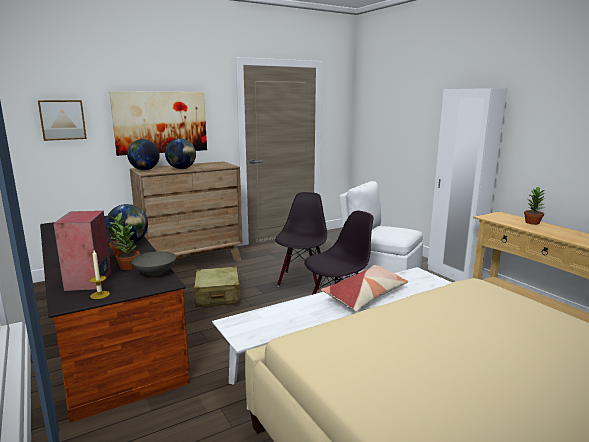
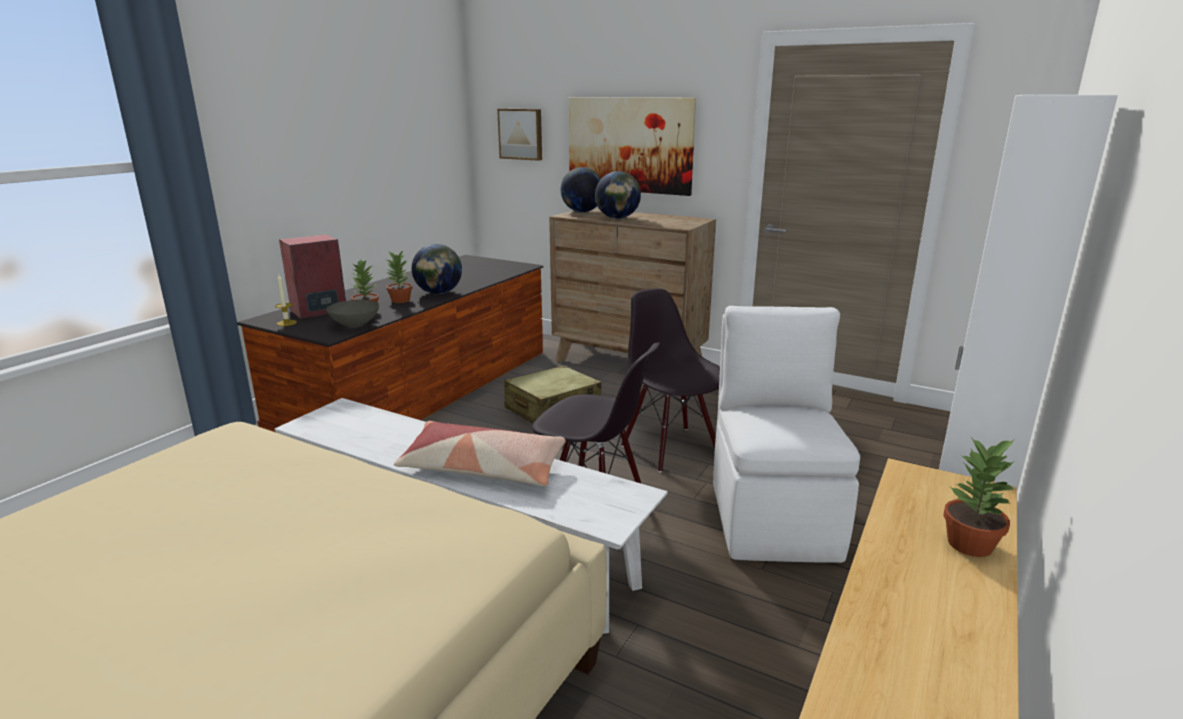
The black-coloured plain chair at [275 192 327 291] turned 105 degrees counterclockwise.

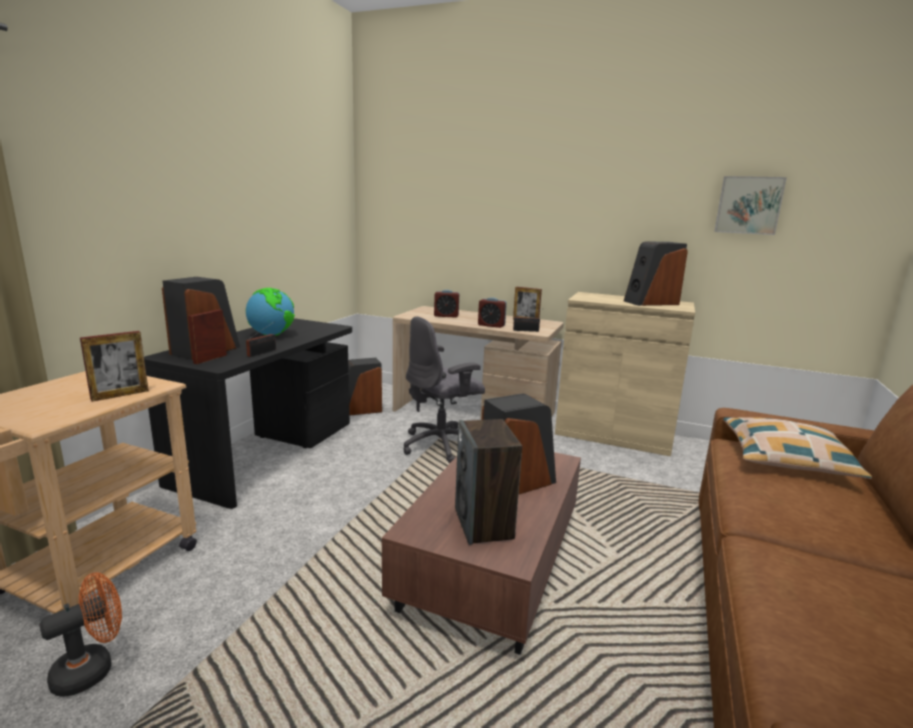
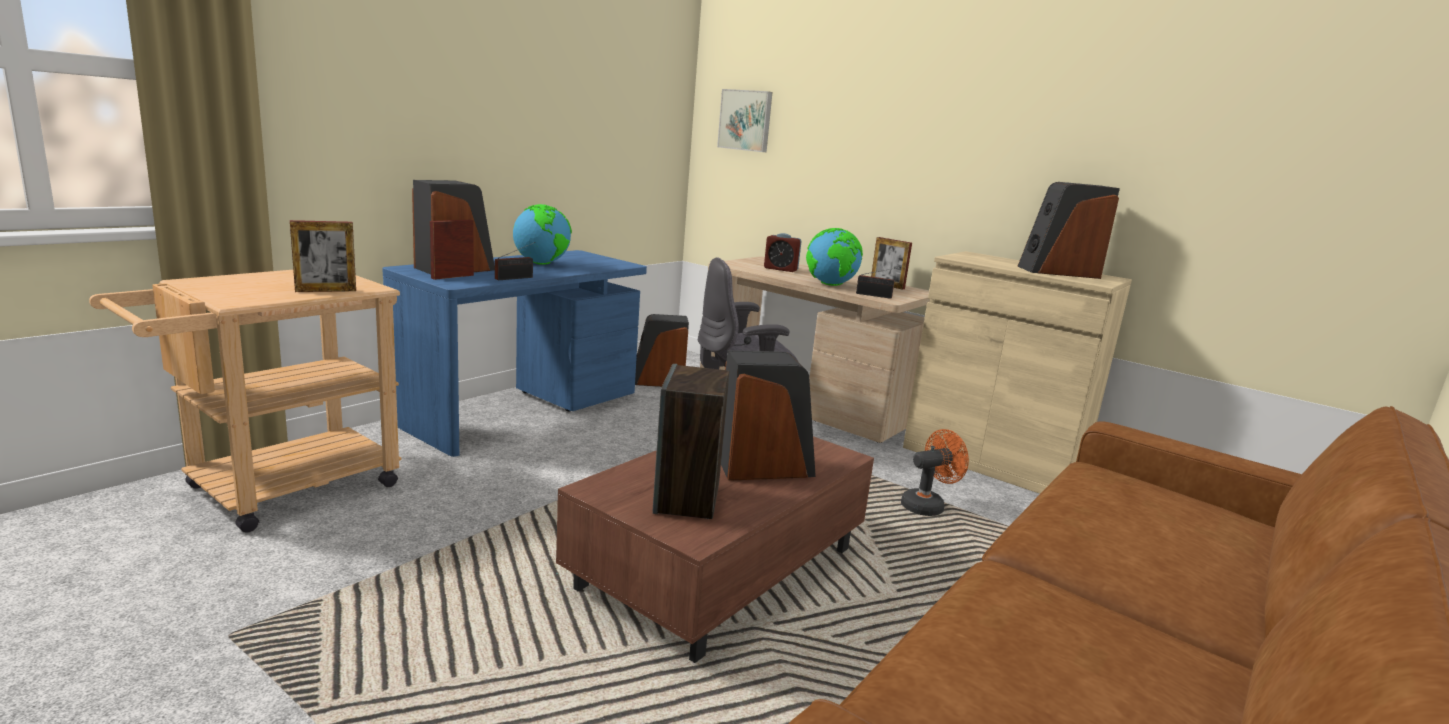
The wall picture moved from [714 176 787 235] to [717 89 773 152].
The alarm clock at [478 297 507 328] was replaced by the globe at [806 228 863 286].
The black-coloured desk table at [144 318 352 509] became the bluish desk table at [382 250 647 457].
The pillow at [723 417 872 479] disappeared.
The orange-coloured cooling fan moved from [39 572 122 697] to [901 429 969 516].

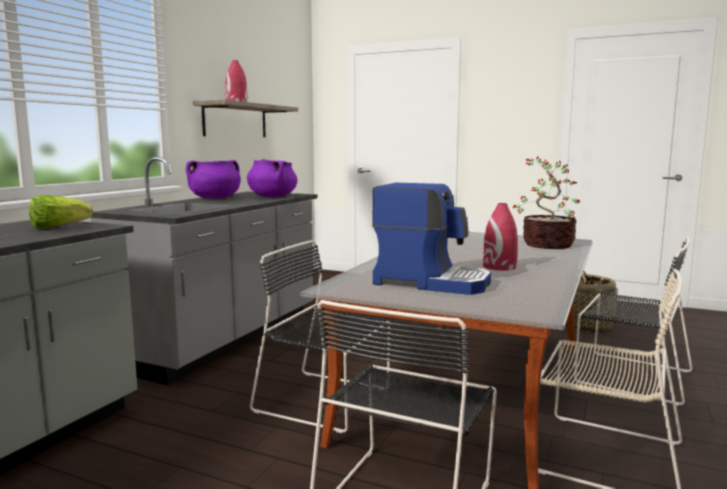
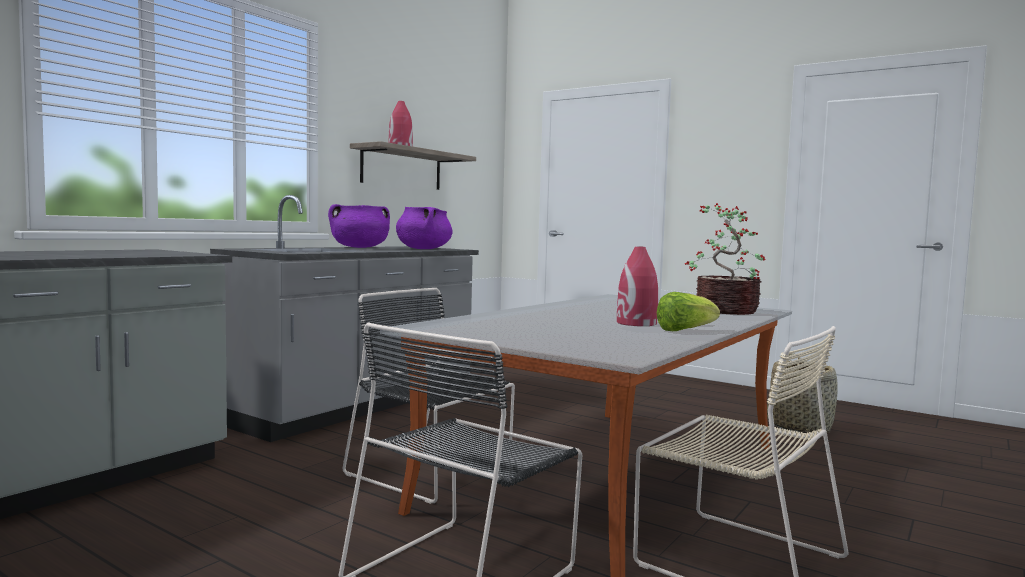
The coffee machine at [372 183 491 295] disappeared.
The head of lettuce moved from [29 195 93 229] to [657 292 720 331].
The black-coloured plain chair at [574 237 693 406] disappeared.

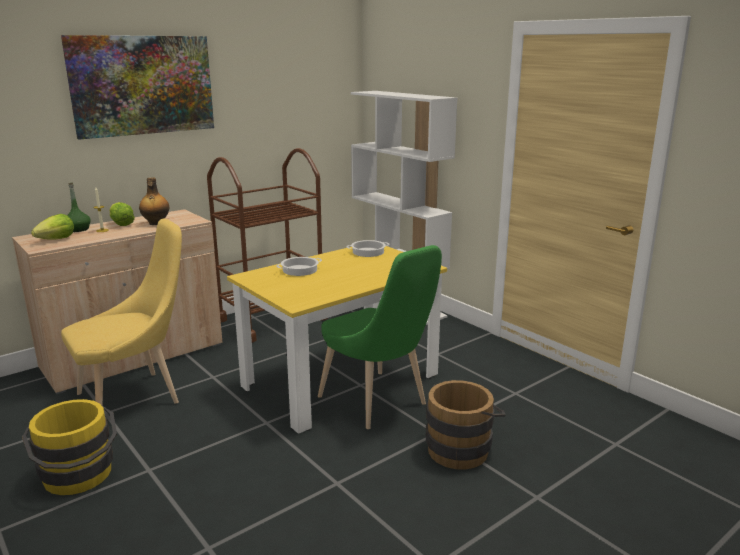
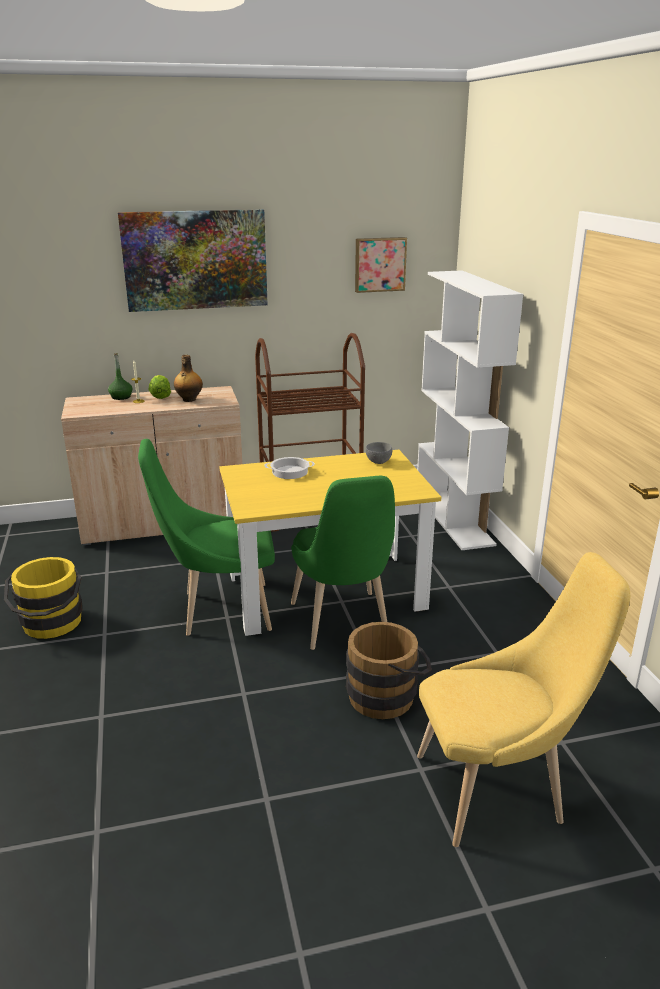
The head of lettuce at [31 214 74 239] disappeared.
The yellow-coloured plain chair moved from [61 219 182 406] to [417 552 630 847].
The stockpot at [346 240 389 257] was replaced by the gray serving bowl at [366 442 392 464].
The wall picture at [355 237 407 293] appeared.
The green plain chair at [138 439 275 636] appeared.

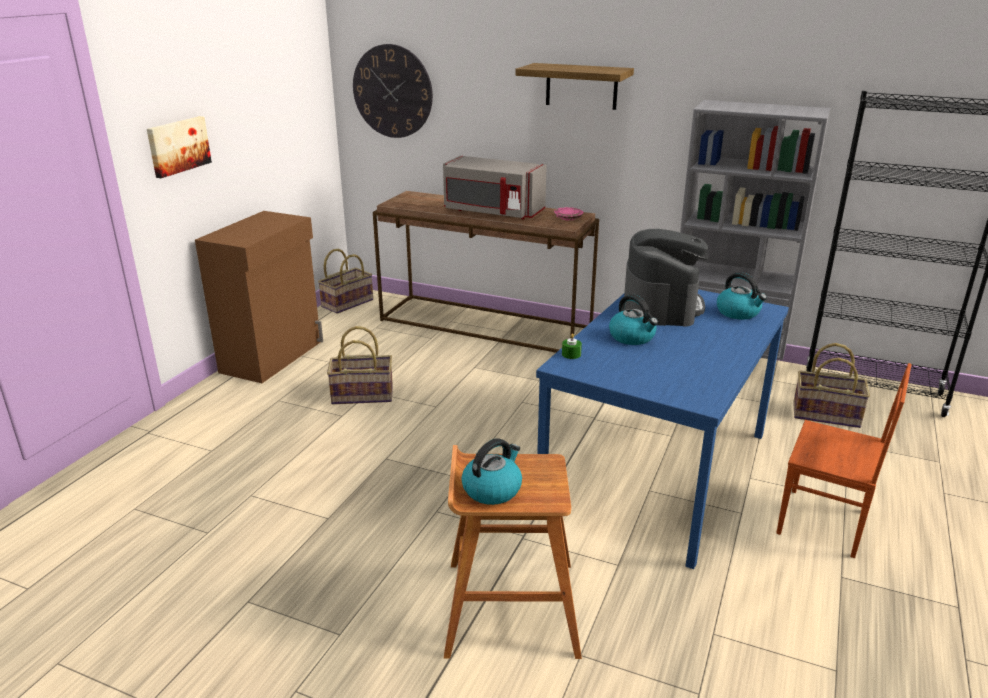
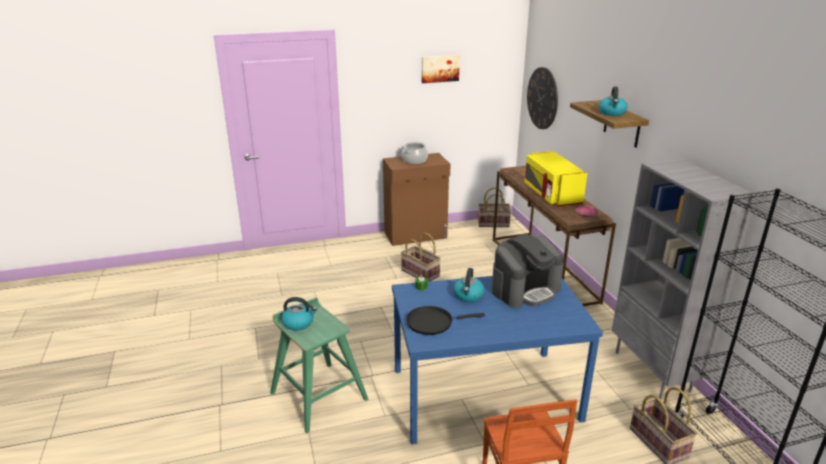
The wall picture moved from [147 116 212 178] to [422 55 460 83].
The gray microwave oven at [443 156 547 219] became the yellow-coloured microwave oven at [525 151 587 206].
The tea kettle moved from [717 272 767 320] to [599 86 627 116].
The brown-coloured stool seat at [444 445 582 659] became the green stool seat at [270 298 369 434].
The stockpot at [402 142 428 164] appeared.
The black-coloured frying pan at [406 306 485 335] appeared.

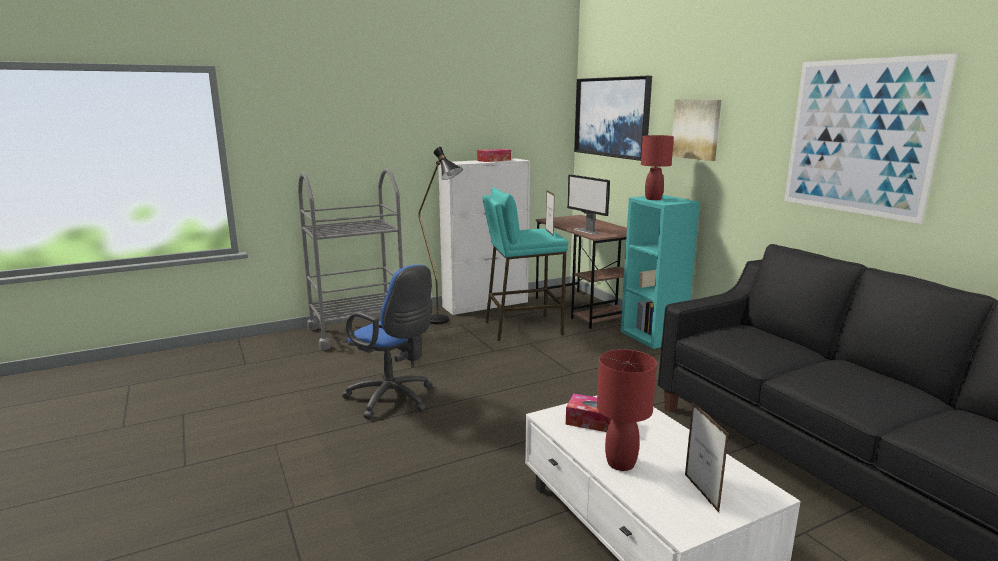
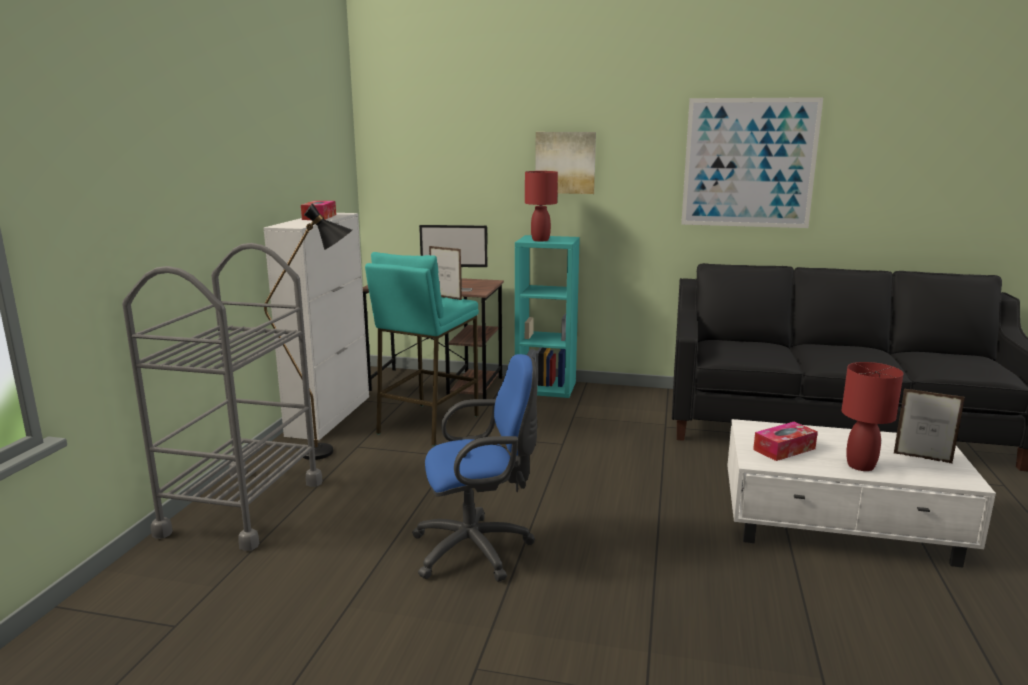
The wall picture at [574 76 652 161] disappeared.

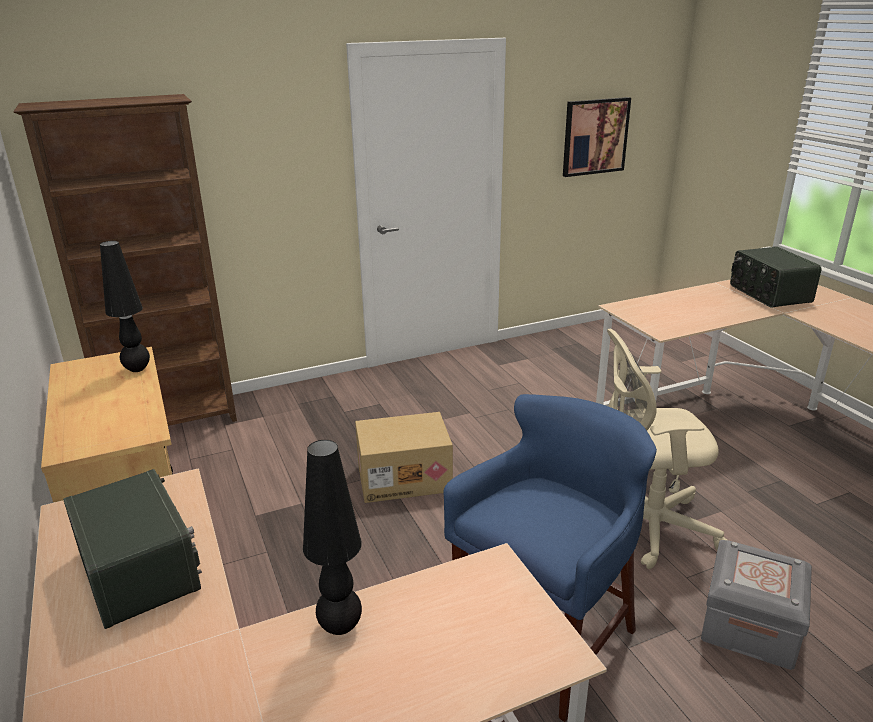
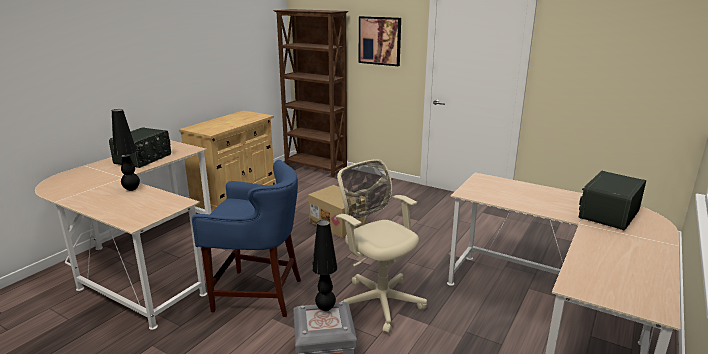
The wall picture moved from [563 97 631 177] to [359 16 401 66].
The black-coloured tabletop lamp moved from [100 241 150 372] to [312 220 337 311].

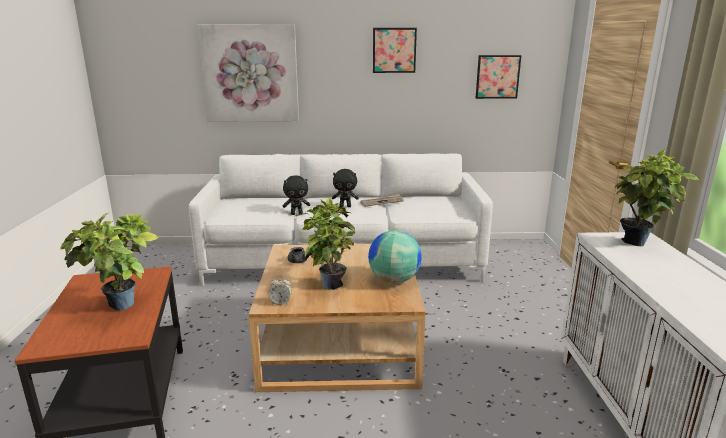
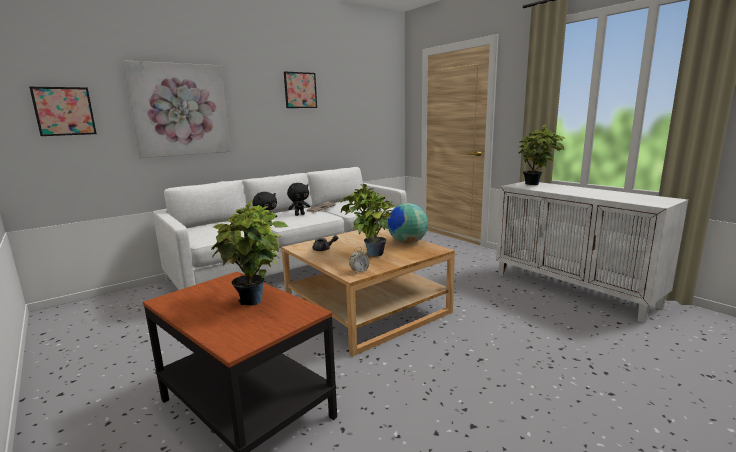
The wall picture moved from [476 55 521 99] to [29 87 97 136].

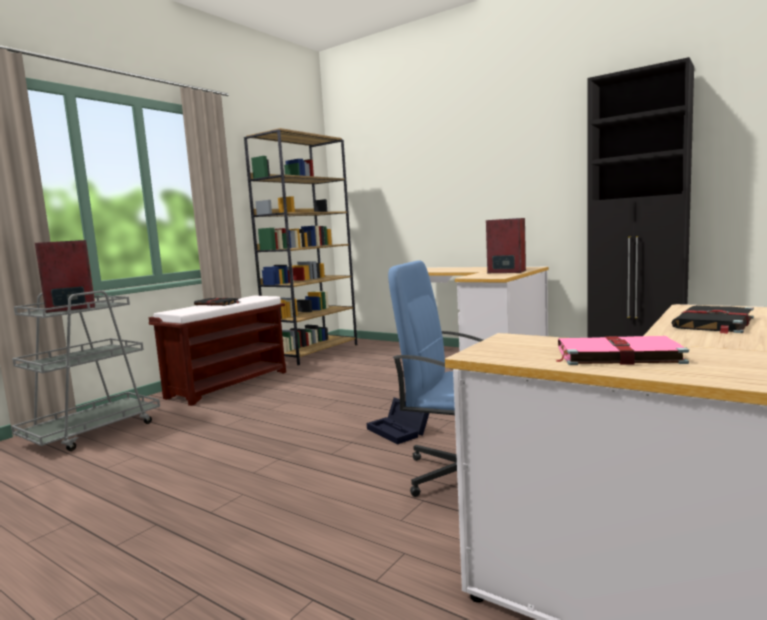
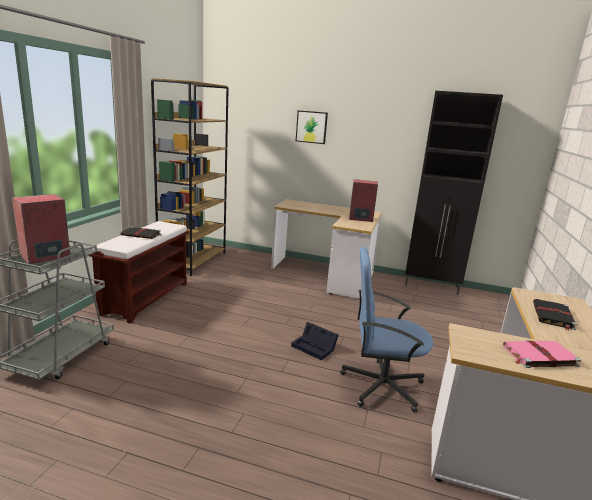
The wall picture at [296 110 328 144] appeared.

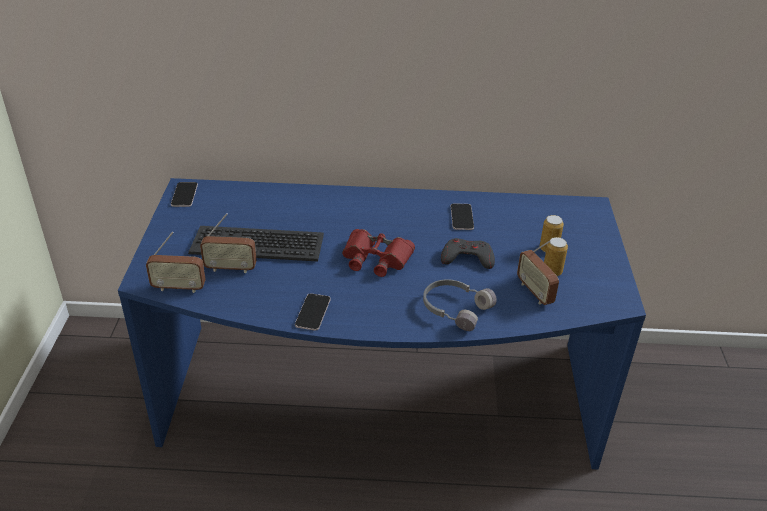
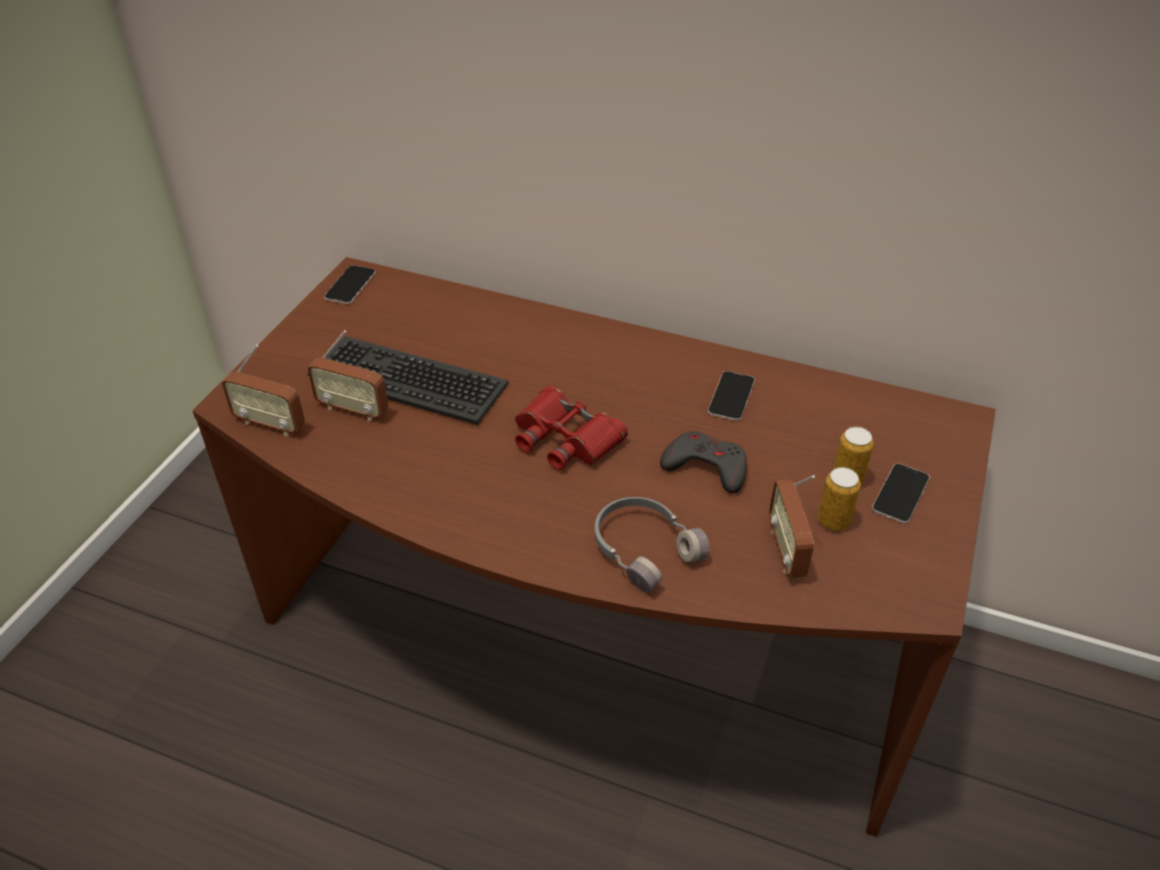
The bluish desk table at [118 178 646 469] became the brown-coloured desk table at [192 257 996 837].
The handset moved from [295 293 331 331] to [872 463 930 523].

